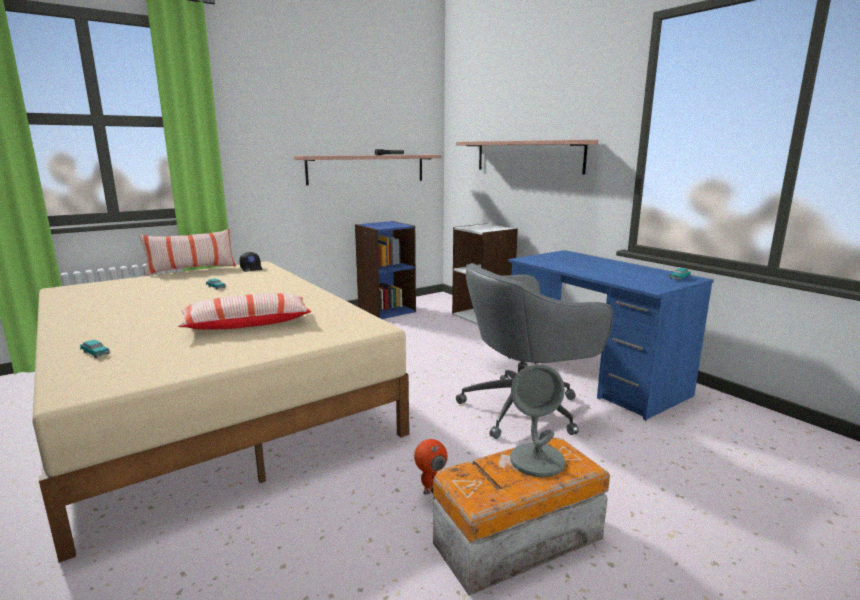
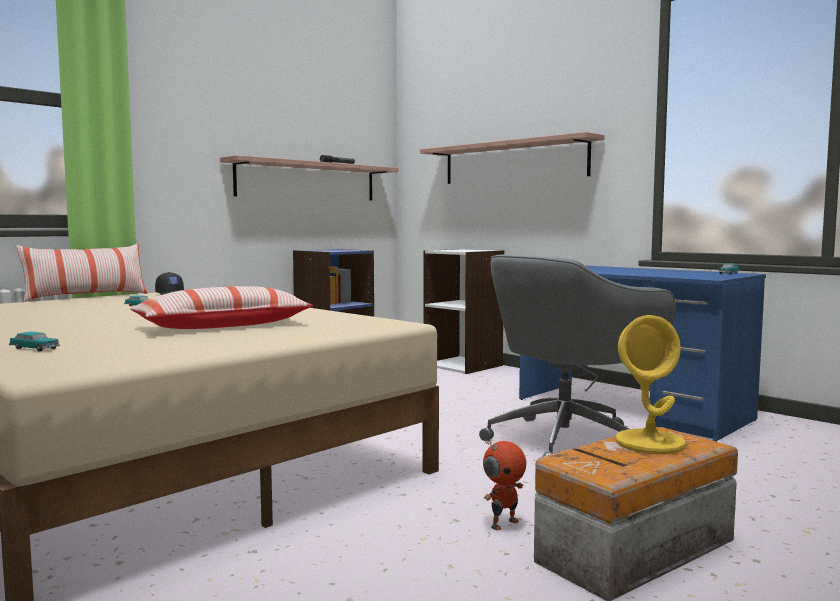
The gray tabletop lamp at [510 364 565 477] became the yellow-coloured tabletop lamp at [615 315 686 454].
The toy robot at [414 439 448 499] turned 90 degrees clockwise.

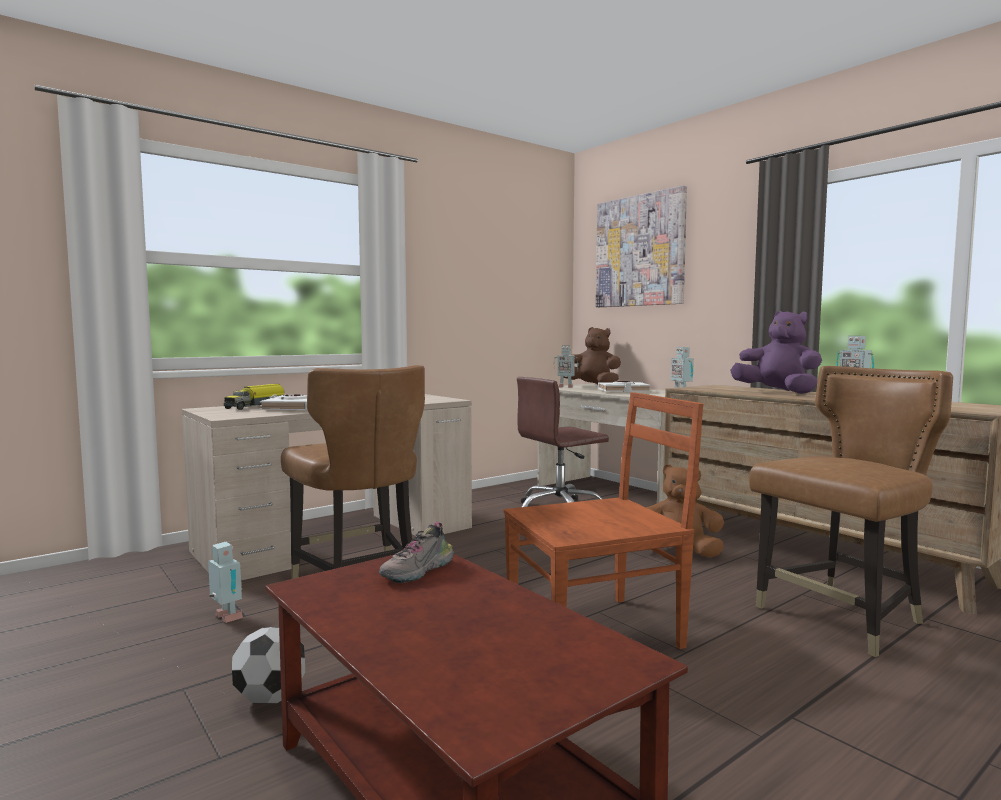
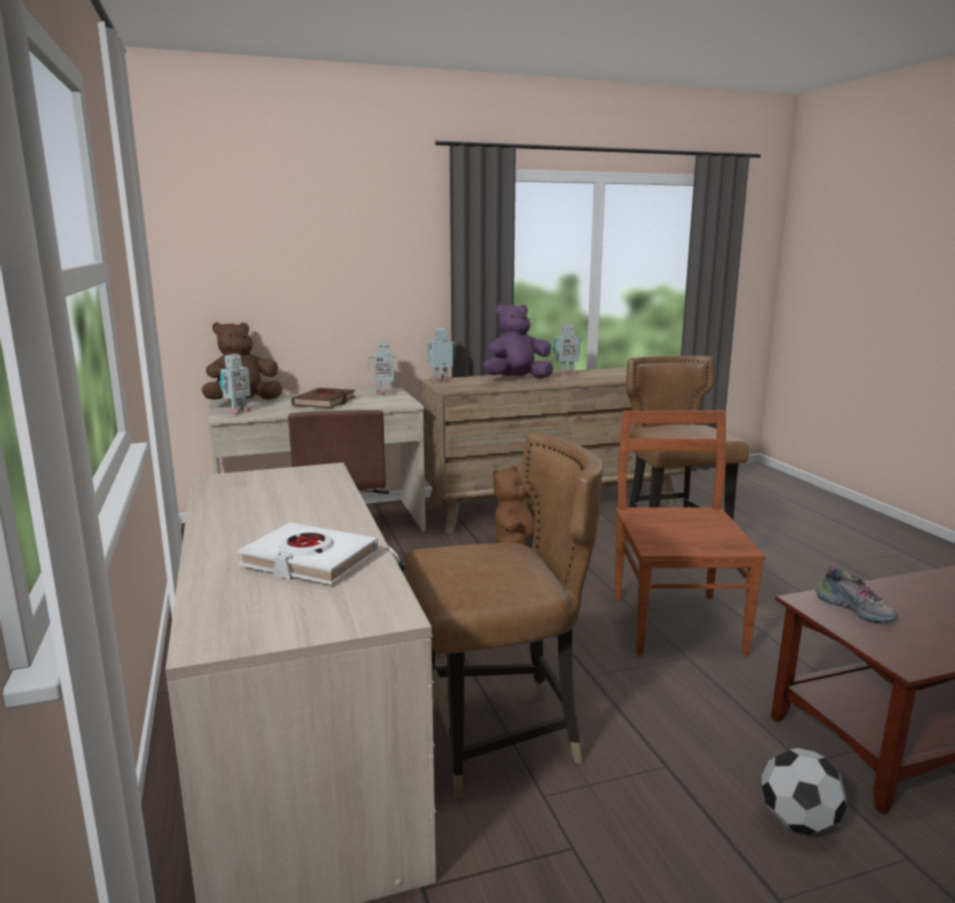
The wall picture at [596 185 687 307] disappeared.
The white volume at [598 381 650 393] became the brown-coloured volume at [291 388 356 408].
The toy lorry at [224 384 285 410] disappeared.
The toy robot moved from [208 542 243 623] to [427 328 456 381].

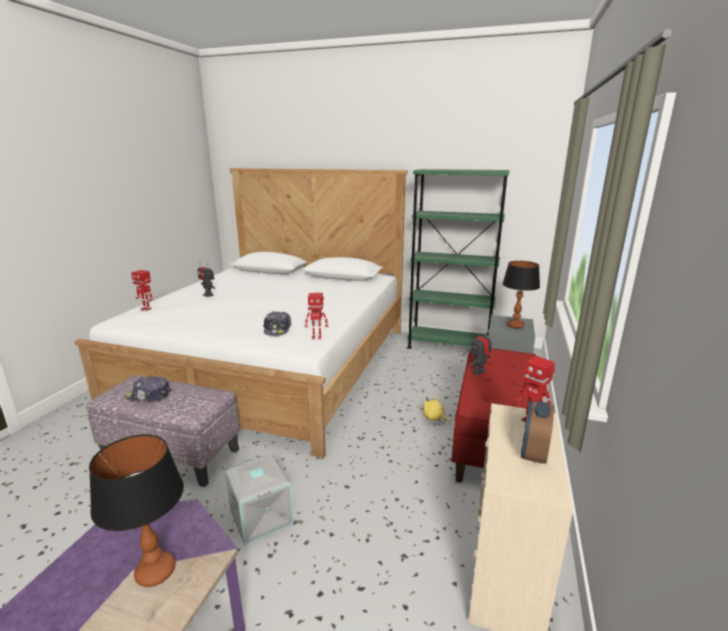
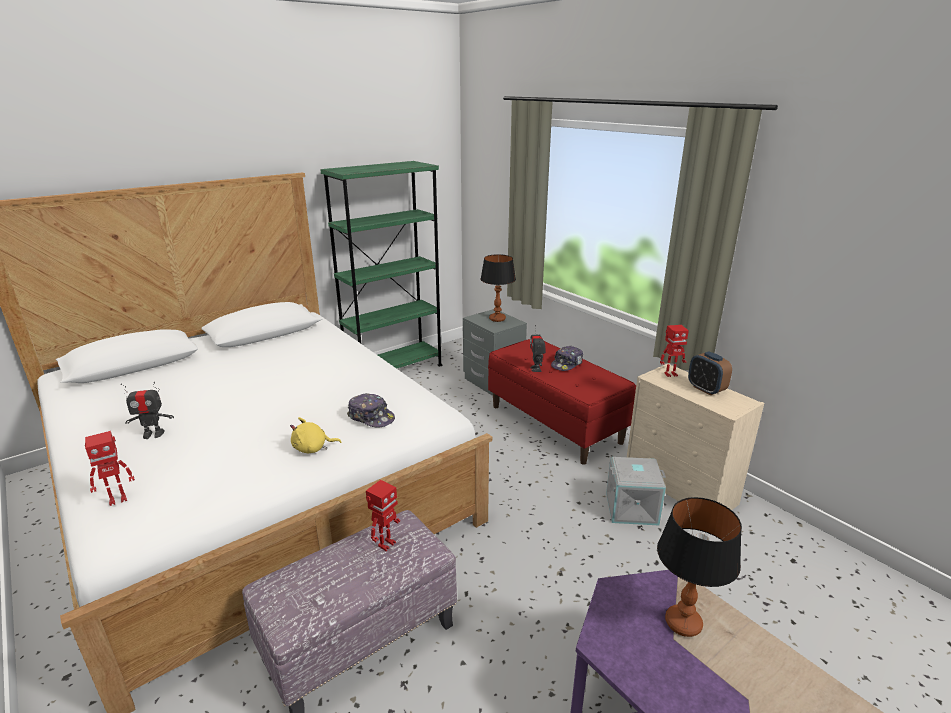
The toy robot moved from [304 293 328 339] to [366 480 400 551].
The baseball cap moved from [125 376 172 401] to [551 346 583 371].
The yellow-coloured plush toy moved from [423 395 451 424] to [290 417 342 453].
The gray storage container moved from [225 455 294 545] to [606 457 666 525].

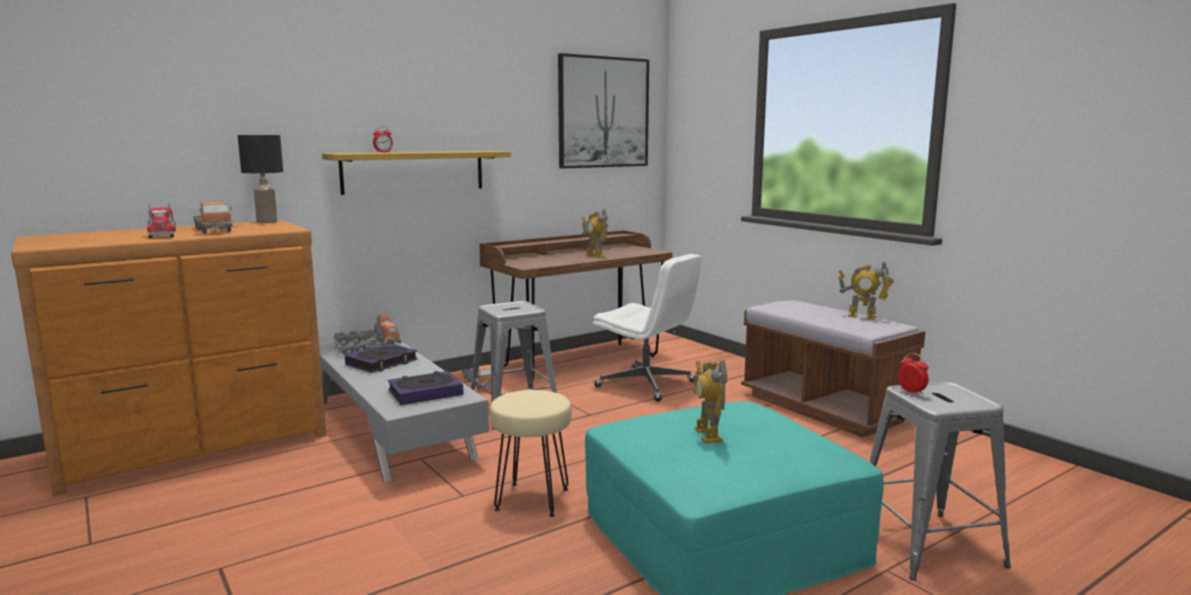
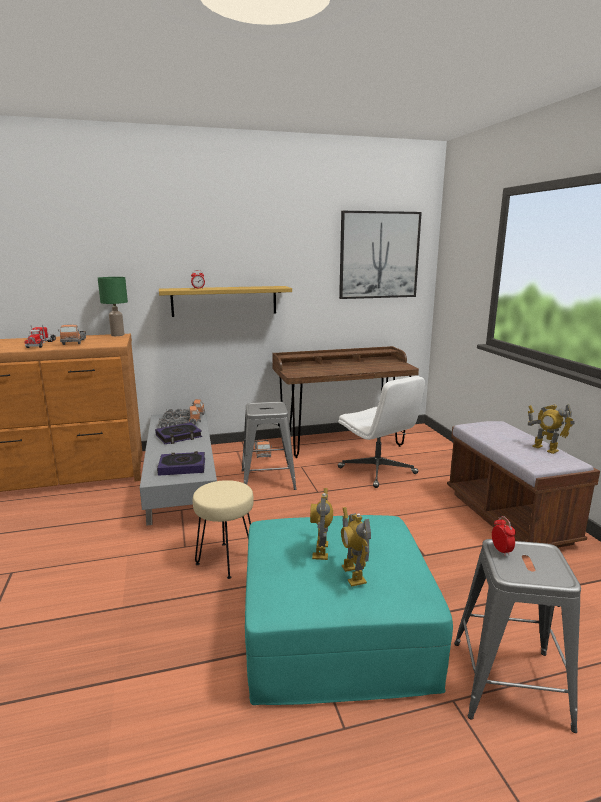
The black-coloured tabletop lamp at [238 135 283 223] became the green tabletop lamp at [98 277 128 336].
The toy robot moved from [582 209 608 258] to [341 507 371 587].

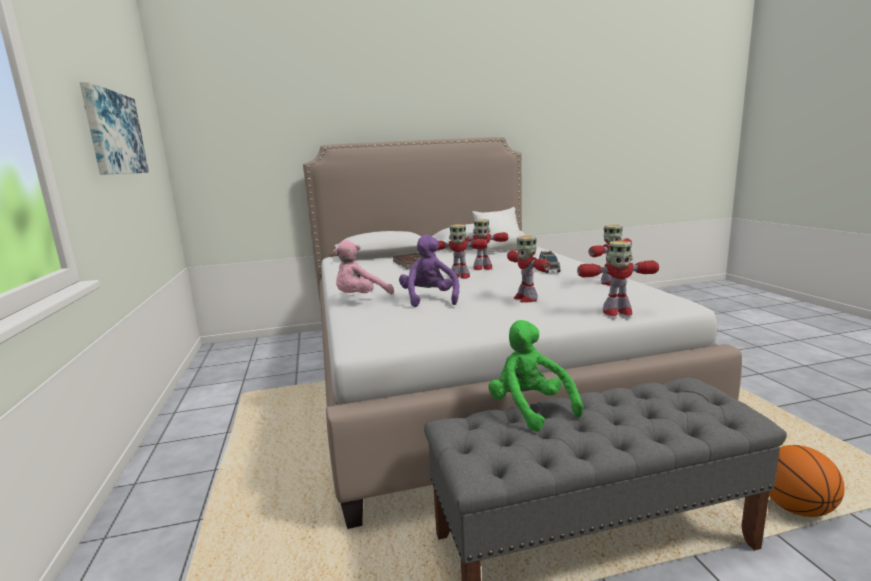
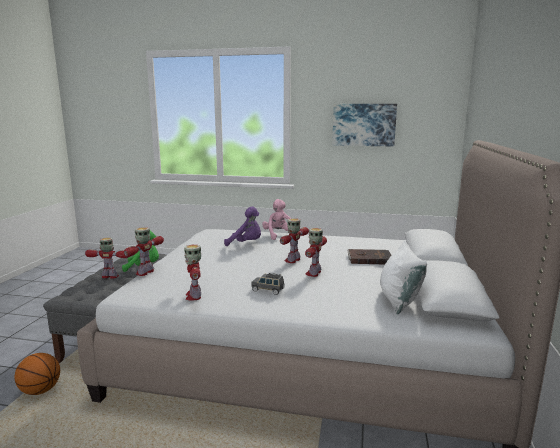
The toy robot moved from [507 236 551 303] to [85 237 128 279].

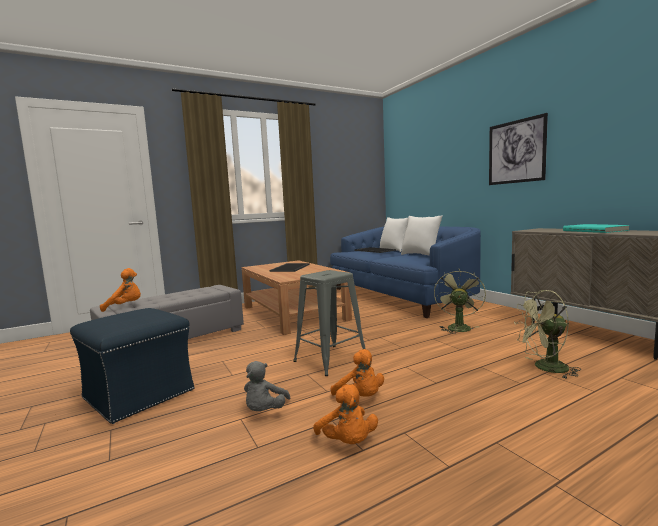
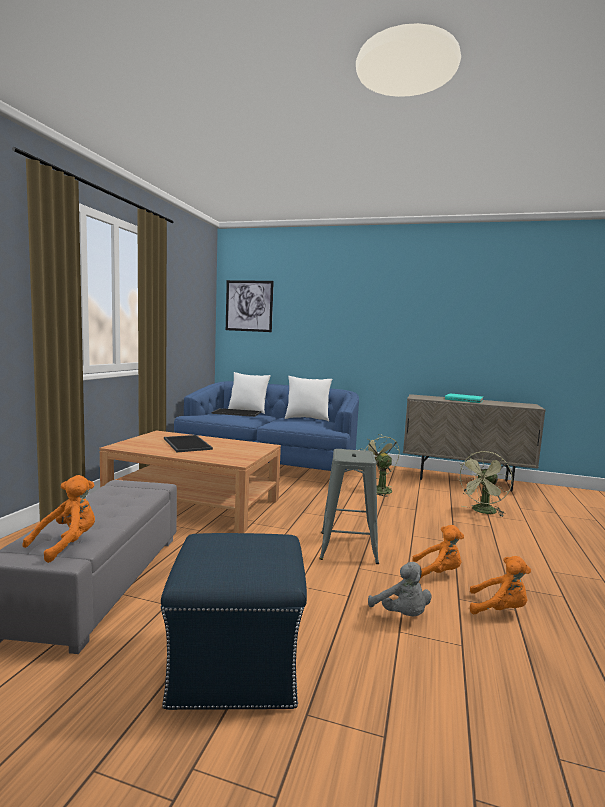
The wall picture moved from [489 113 548 185] to [226 280 274 332].

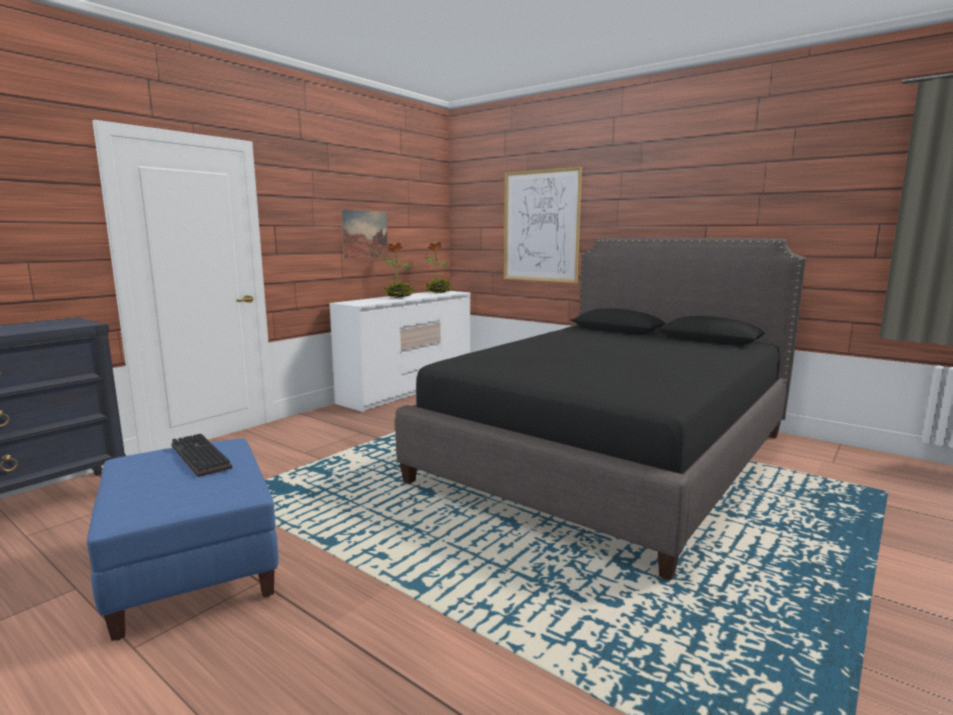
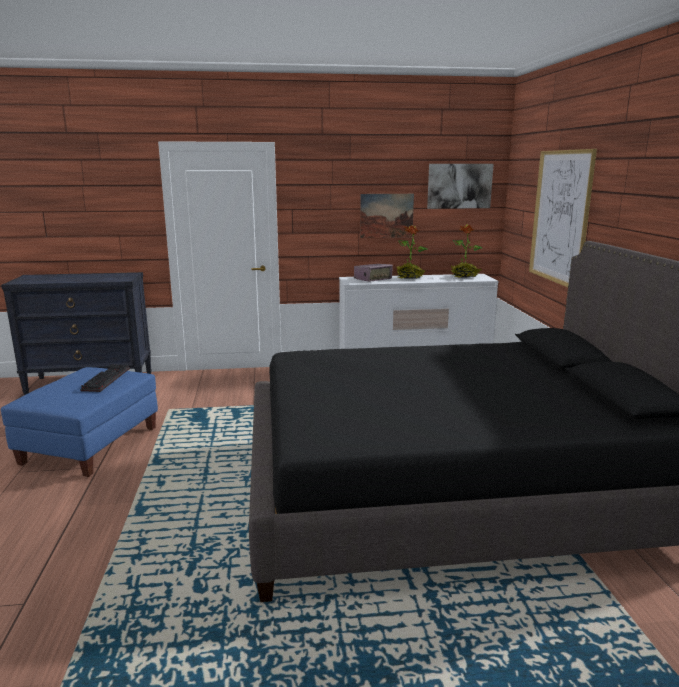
The wall picture at [427 164 494 209] appeared.
The radio set at [354 264 393 282] appeared.

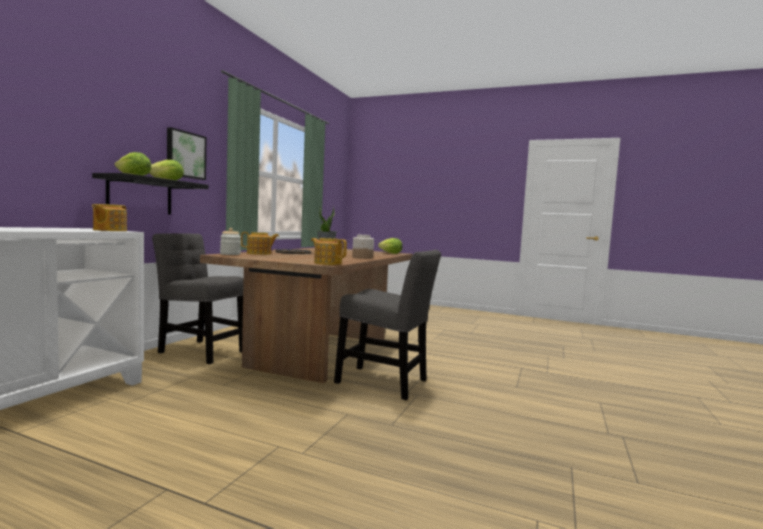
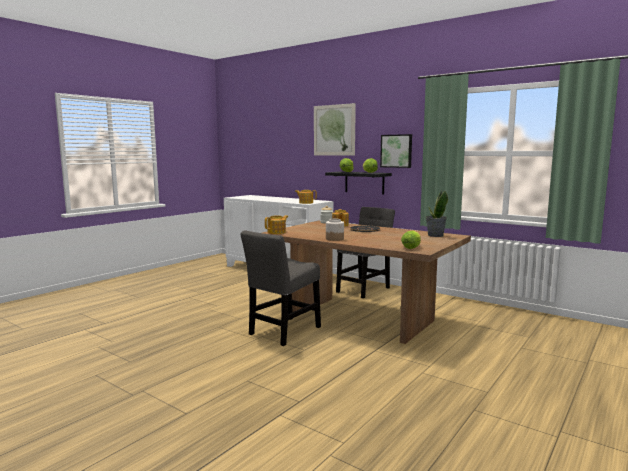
The wall picture at [314 103 356 156] appeared.

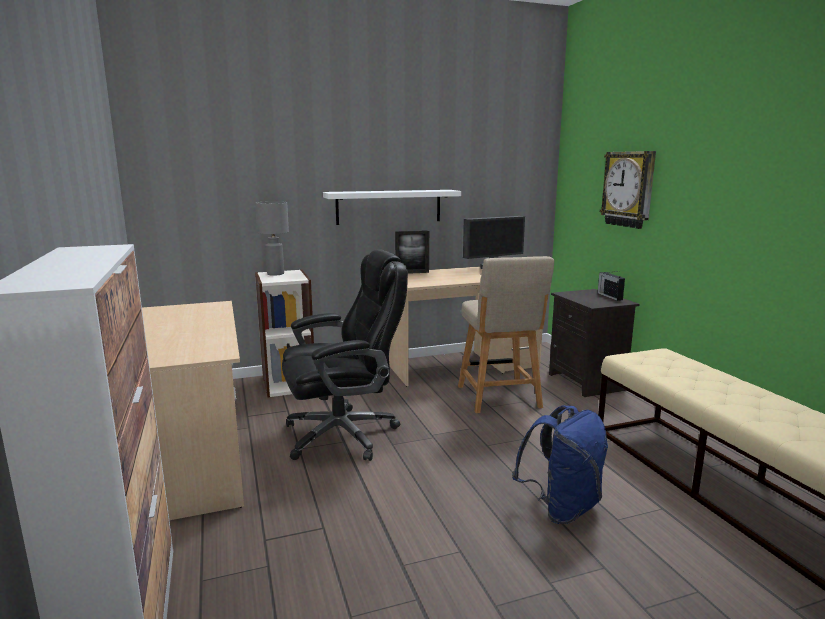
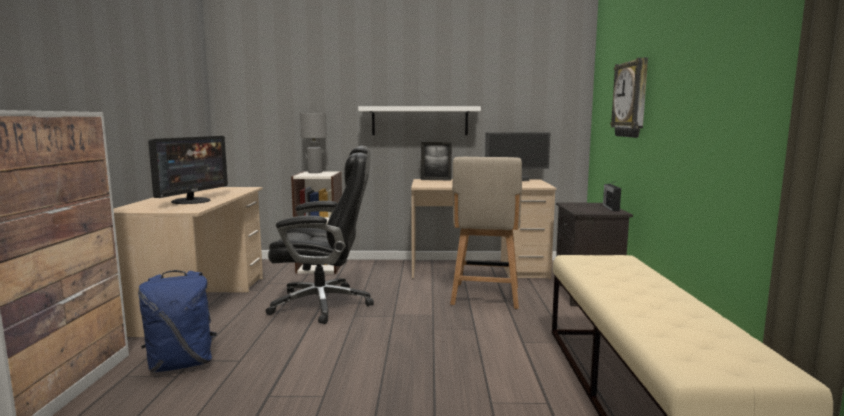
The bluish backpack moved from [512 405 608 524] to [138 270 217 372].
The computer screen at [148 136 228 204] appeared.

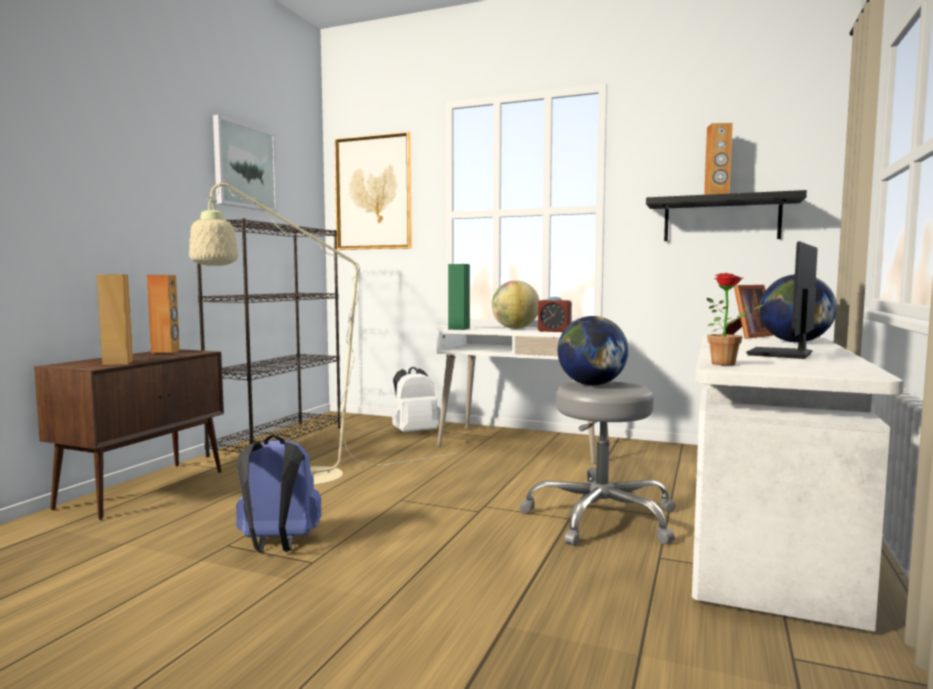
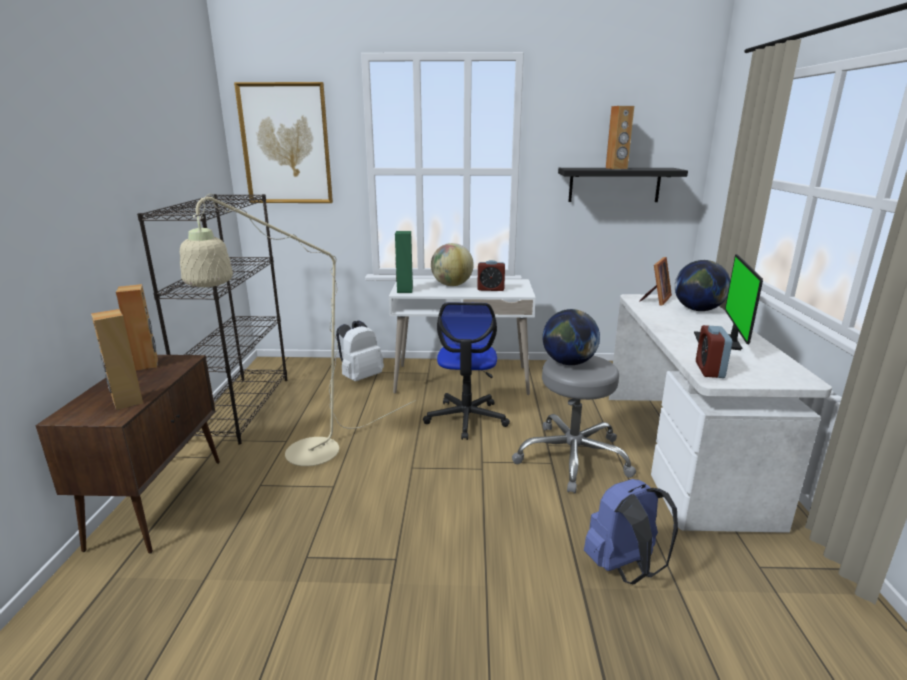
The wall picture at [213 115 278 212] disappeared.
The houseplant at [707 273 765 366] was replaced by the alarm clock at [696 325 732 378].
The bluish backpack moved from [236 434 321 553] to [584 479 678 584].
The desk chair at [423 302 510 440] appeared.

